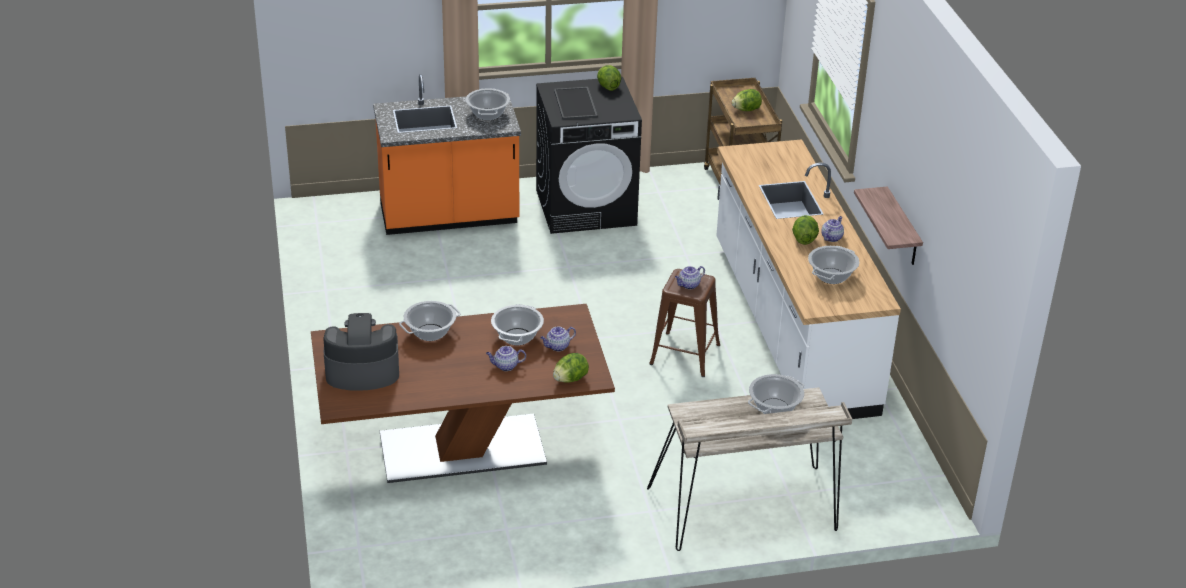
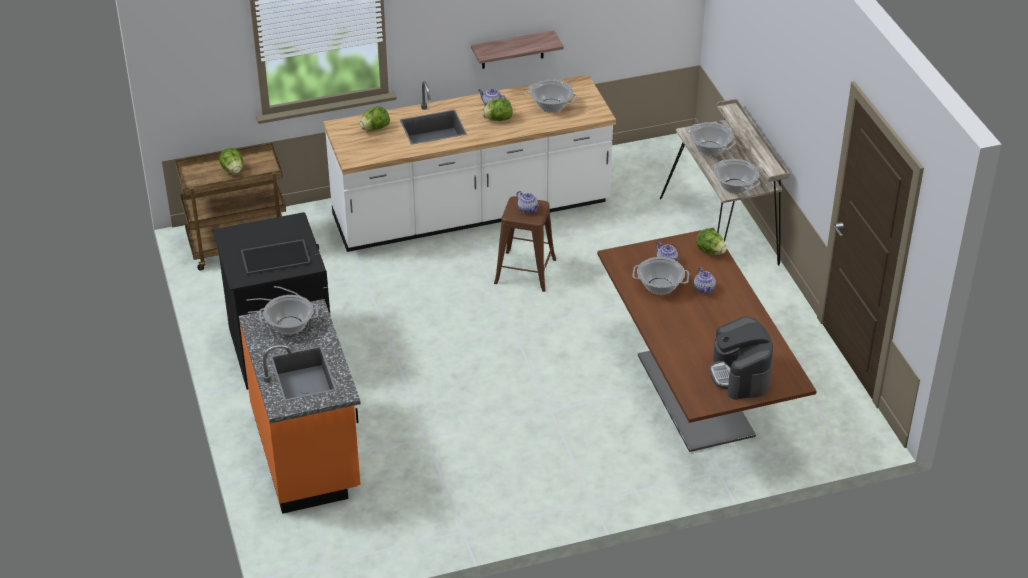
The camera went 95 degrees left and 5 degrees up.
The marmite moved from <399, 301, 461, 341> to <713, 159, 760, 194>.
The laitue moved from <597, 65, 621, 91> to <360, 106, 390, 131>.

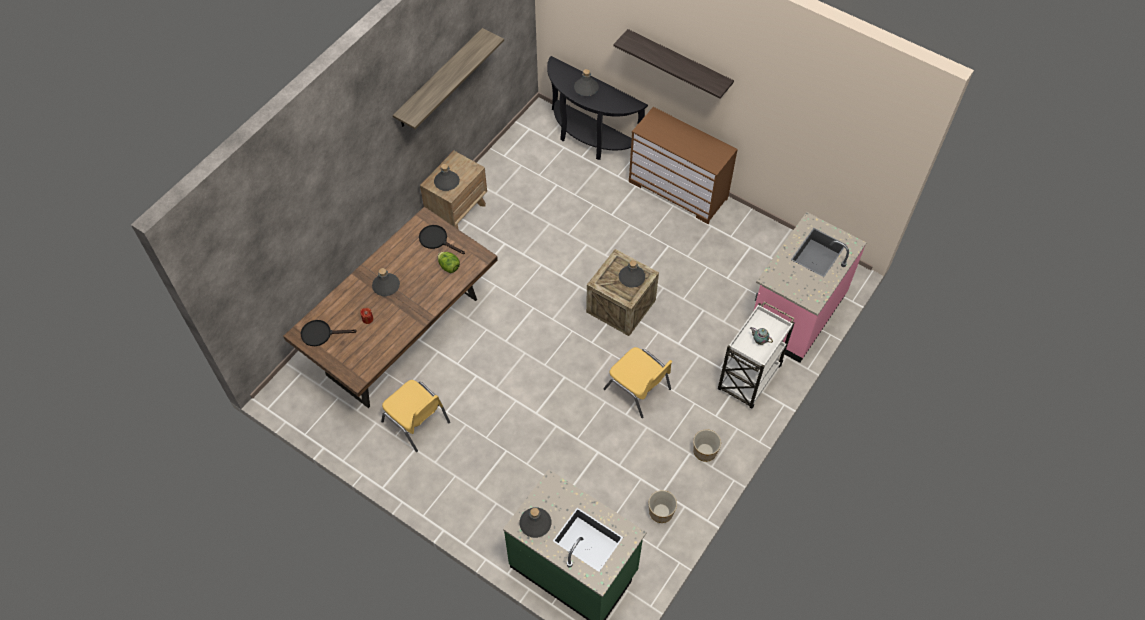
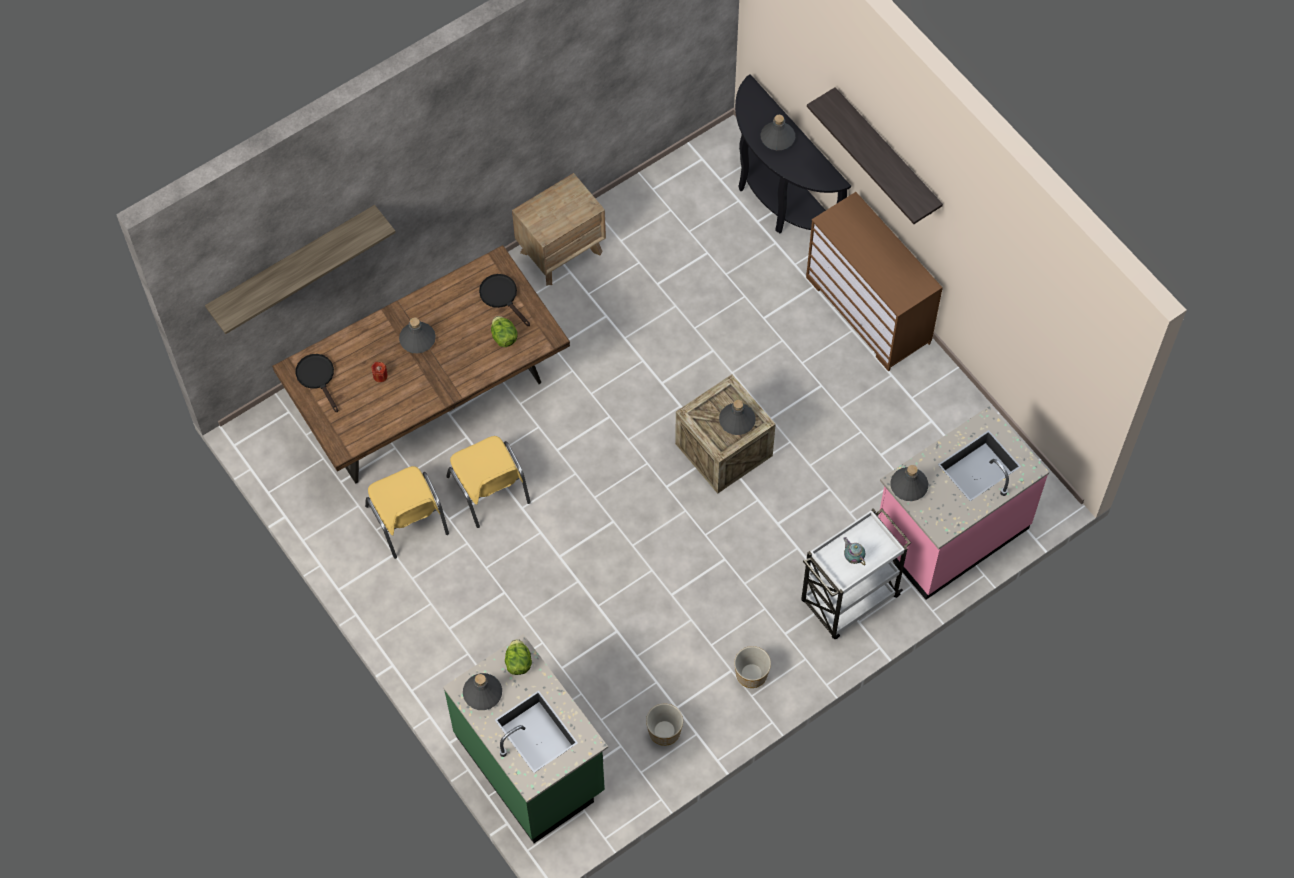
The camera went 20 degrees right and 5 degrees up.
The laitue at <505, 639, 532, 675> appeared.
The étagère moved from <393, 28, 504, 129> to <205, 205, 396, 334>.
The bouteille [gris] moved from <434, 164, 460, 191> to <890, 465, 928, 501>.
The chaise [jaune] moved from <603, 347, 672, 418> to <446, 436, 531, 528>.
The poêle [noir] at <301, 320, 357, 346> turned 45 degrees clockwise.

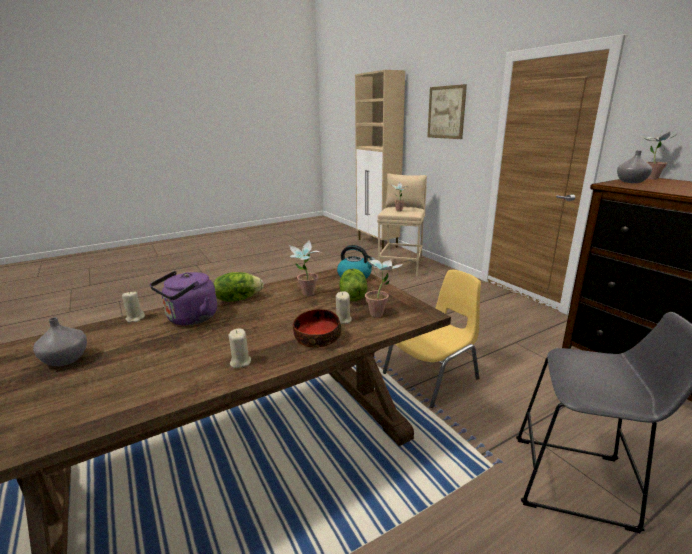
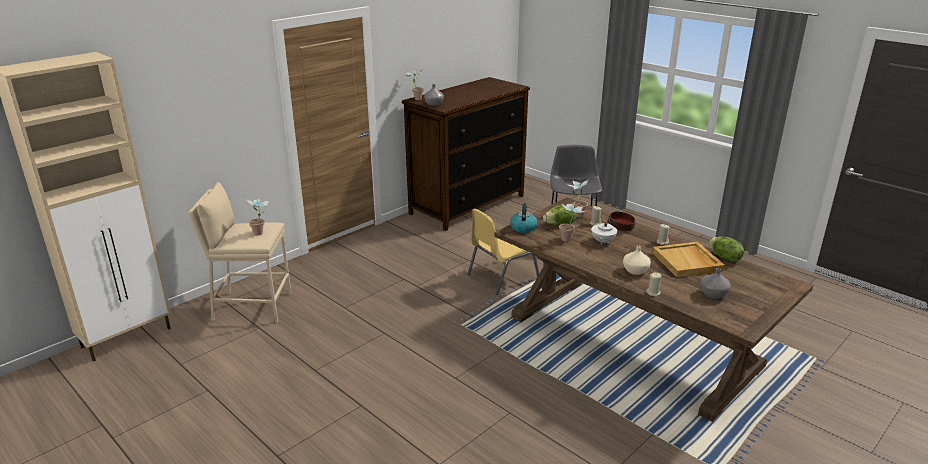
The camera went 105 degrees left and 5 degrees up.
The tableau at <427, 84, 467, 139> disappeared.
The théière [blanc] at <591, 216, 617, 244> appeared.
The plateau [beige] at <652, 242, 725, 277> appeared.
The laitue moved from <214, 272, 264, 302> to <709, 237, 744, 262>.
The bouilloire [violet] at <150, 271, 217, 325> was replaced by the vase [beige] at <623, 246, 651, 275>.
The chaise [jaune] at <383, 270, 481, 408> turned 75 degrees counterclockwise.

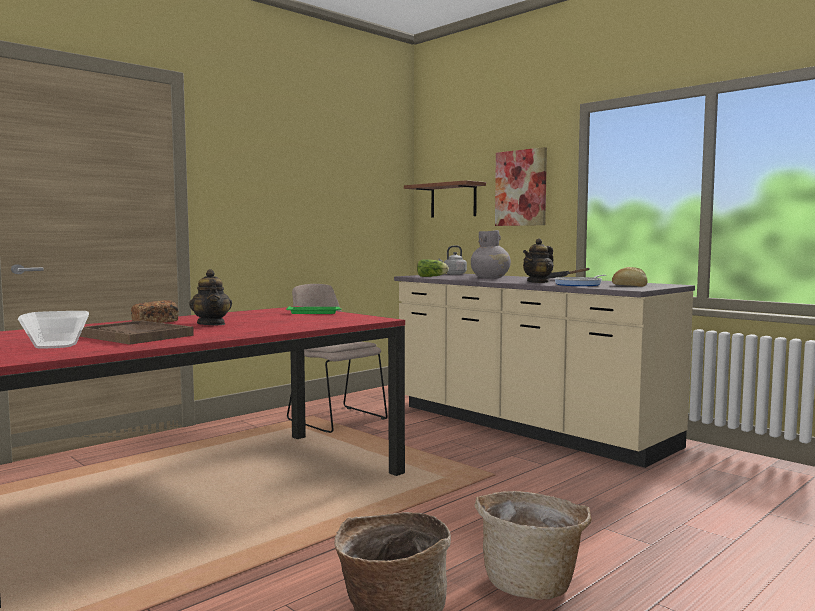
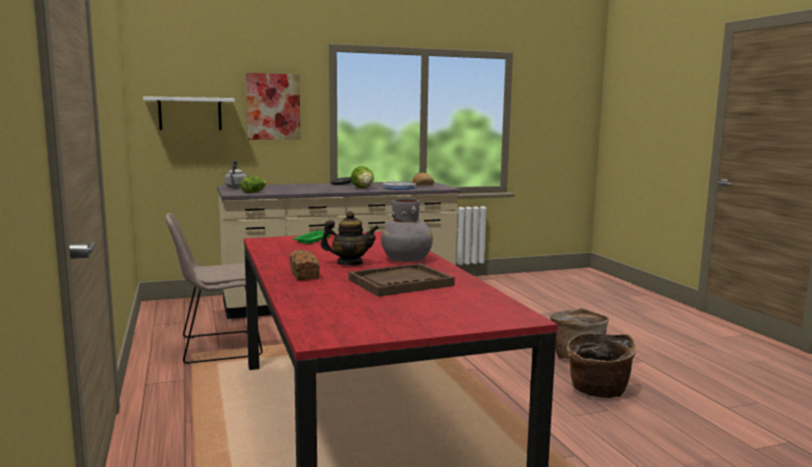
The camera went 65 degrees left and 5 degrees up.
The bol at <18, 311, 89, 348> disappeared.
The vase [gris] moved from <471, 230, 511, 279> to <381, 198, 433, 262>.
The théière at <523, 239, 554, 283> was replaced by the laitue at <351, 166, 374, 188>.
The étagère [marron] at <404, 180, 486, 217> became the étagère [blanc] at <143, 96, 235, 130>.

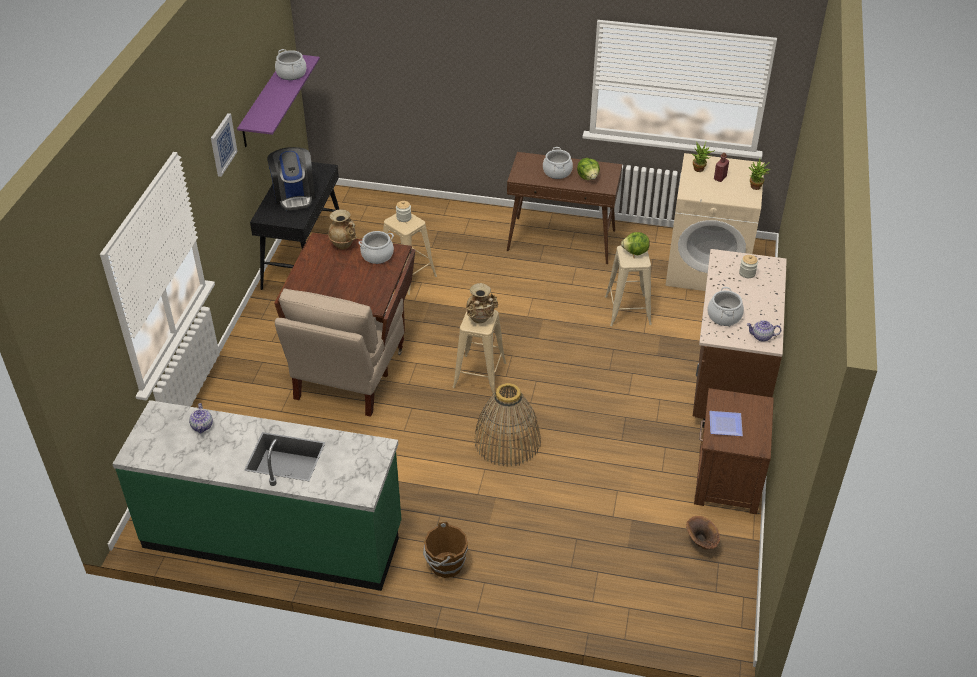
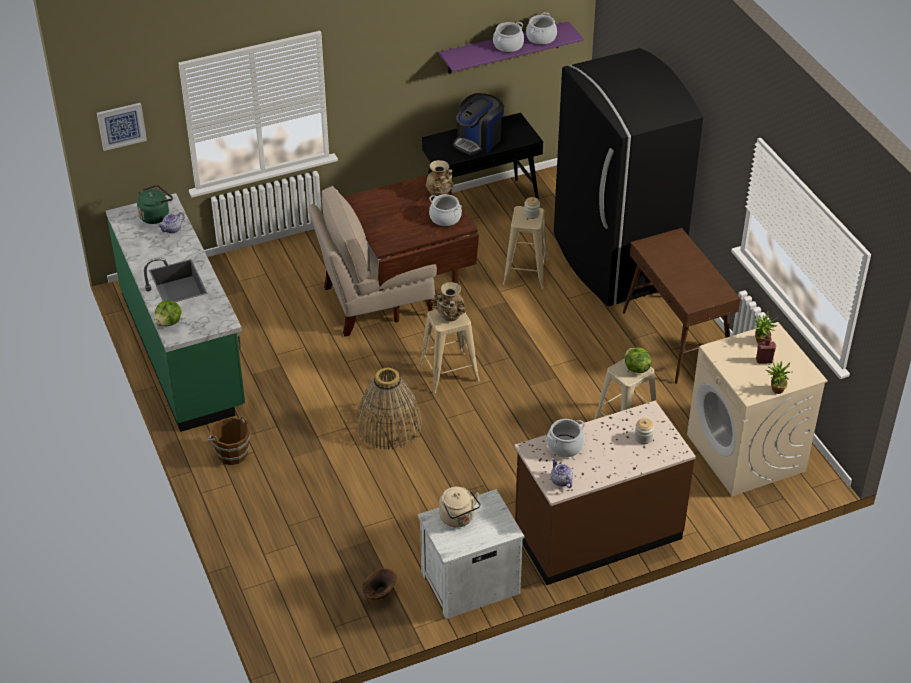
The camera went 55 degrees right and 0 degrees up.
The bouilloire [vert] at <137, 185, 173, 224> appeared.
The réfrigérateur [noir] at <554, 48, 703, 306> appeared.
The tableau moved from <211, 113, 238, 177> to <97, 103, 147, 151>.
The marmite moved from <543, 147, 573, 179> to <493, 22, 524, 52>.
The laitue moved from <577, 158, 600, 180> to <154, 300, 182, 326>.
The assiette at <709, 411, 743, 436> was replaced by the bouilloire [beige] at <439, 487, 480, 527>.
The table de chevet [marron] at <694, 388, 774, 514> became the table de chevet [blanc] at <418, 489, 525, 619>.

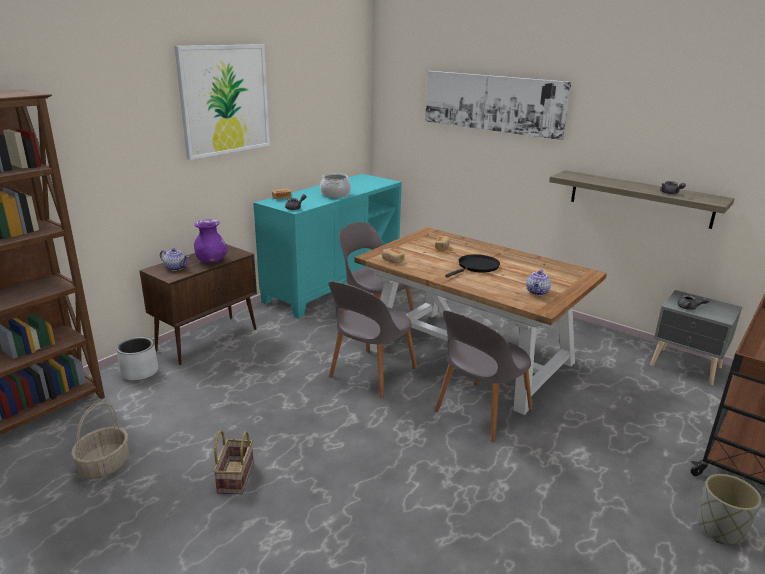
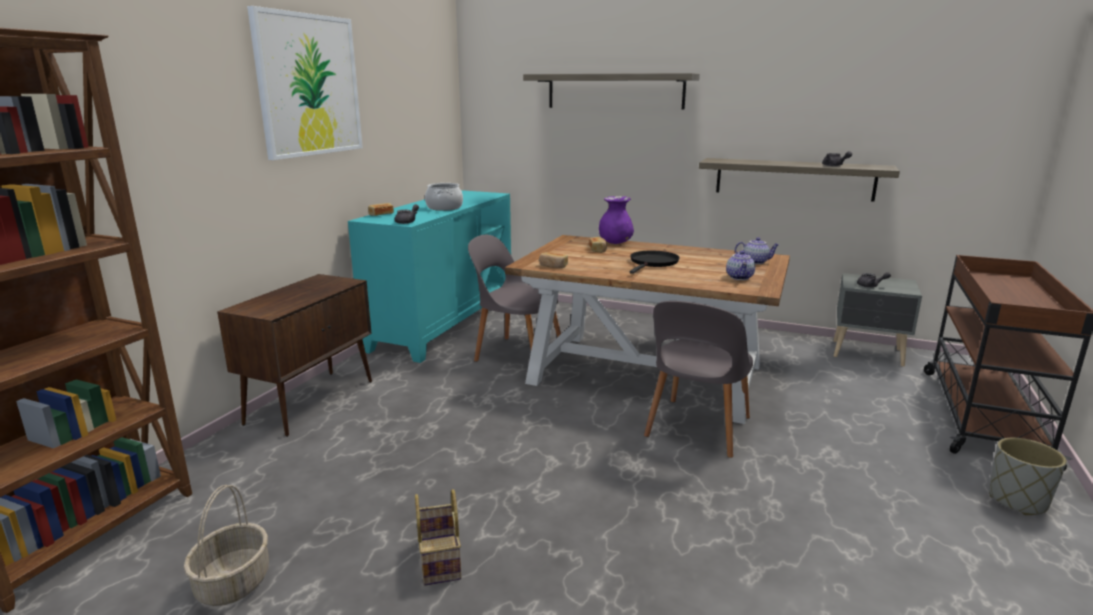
The camera went 15 degrees left and 5 degrees down.
The cache-pot [gris] at <116, 337, 158, 381> disappeared.
The chaise [gris] at <328, 281, 417, 398> disappeared.
The théière moved from <160, 248, 189, 271> to <735, 237, 779, 264>.
The vase [violet] moved from <194, 219, 228, 263> to <599, 196, 634, 244>.
The tableau at <425, 71, 571, 140> was replaced by the étagère at <523, 73, 700, 110>.

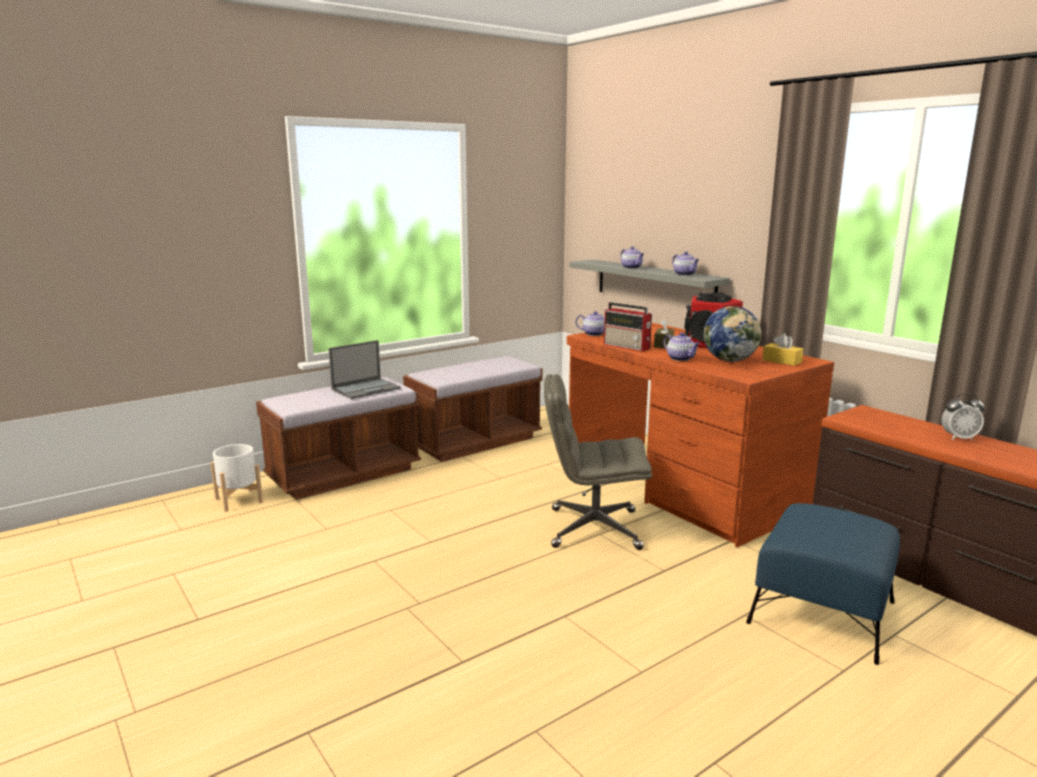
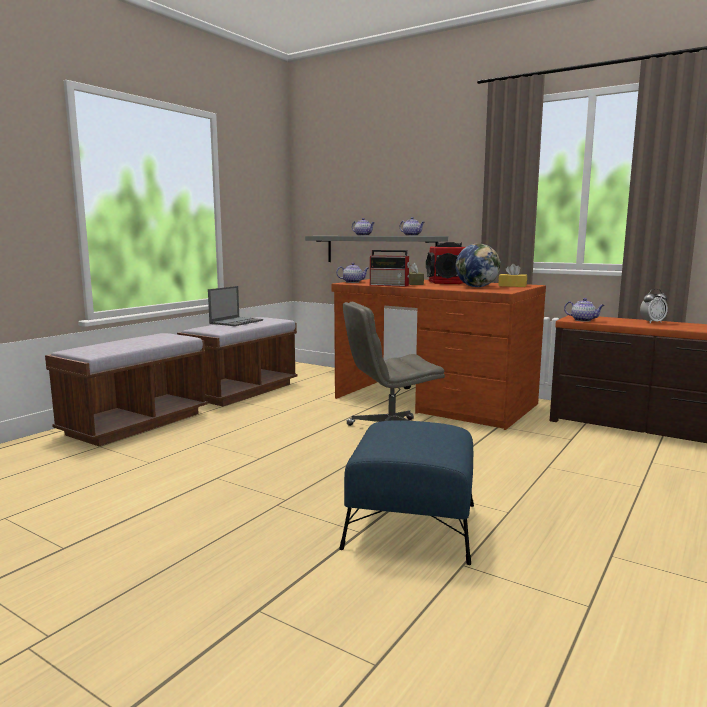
The camera went 20 degrees left and 5 degrees down.
The cache-pot [blanc] at <210, 444, 263, 512> disappeared.
The ordinateur portable moved from <329, 340, 401, 399> to <208, 286, 263, 326>.
The théière moved from <663, 332, 700, 361> to <564, 298, 605, 322>.
The pouf [bleu] moved from <746, 503, 900, 665> to <339, 420, 474, 565>.

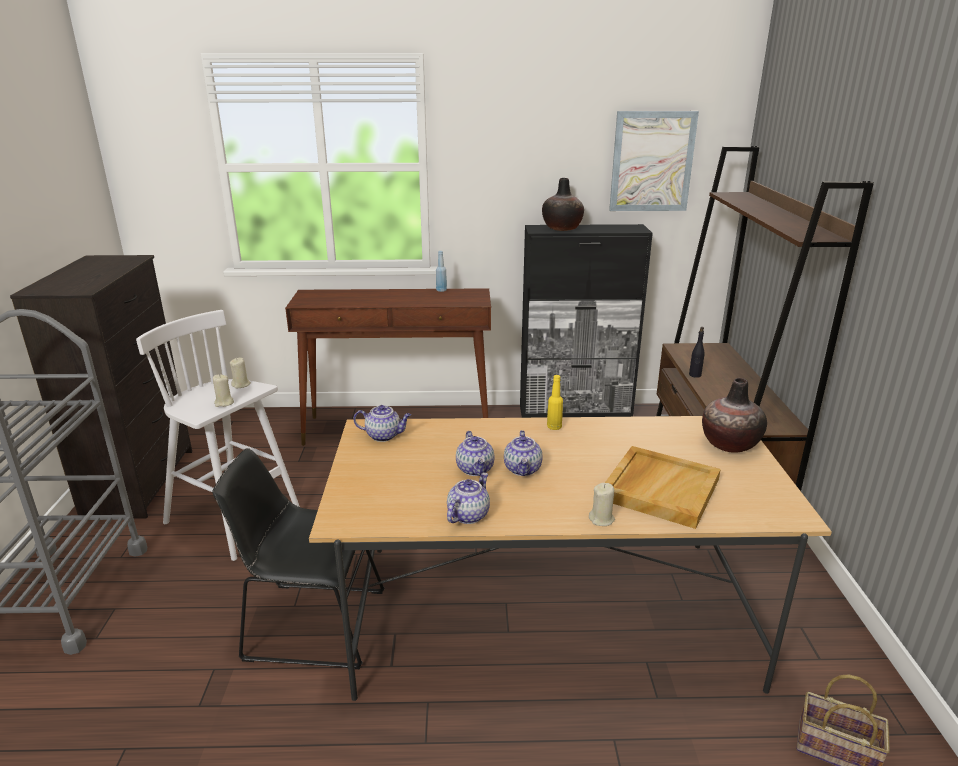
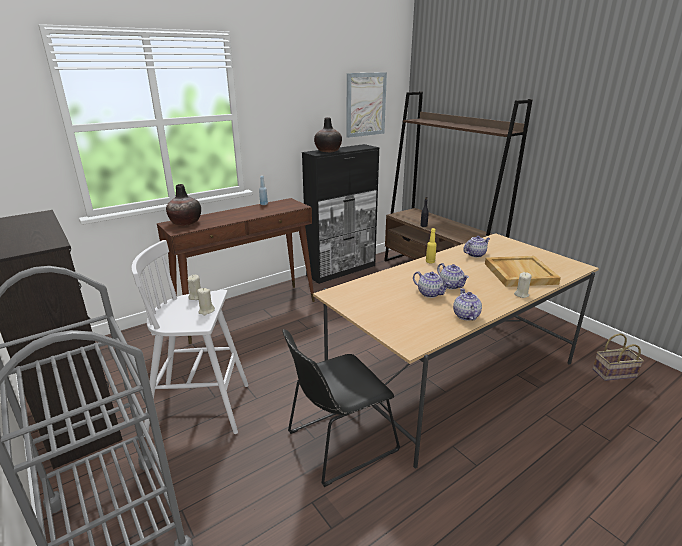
The camera went 35 degrees left and 0 degrees up.
The théière moved from <353, 405, 411, 442> to <463, 236, 490, 258>.
The vase moved from <702, 378, 767, 453> to <166, 184, 201, 226>.

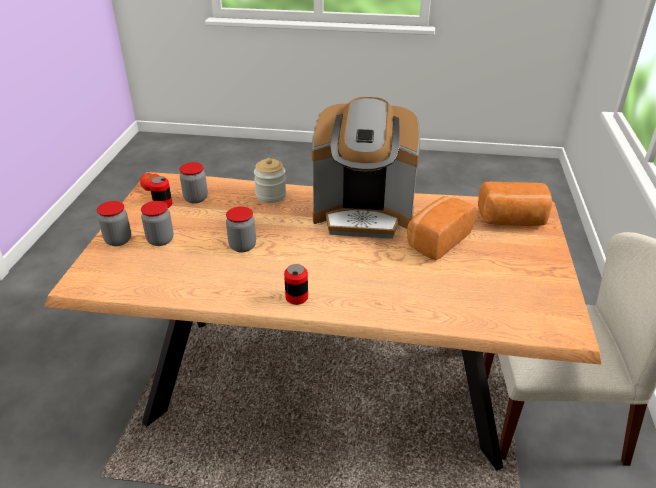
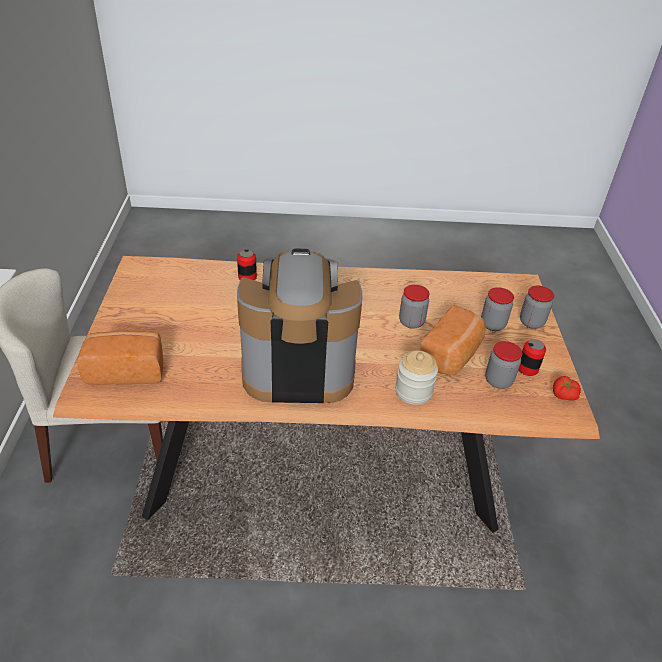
The camera went 170 degrees right and 5 degrees up.
The boîte métallique moved from <284, 264, 308, 305> to <237, 249, 257, 280>.
The pain moved from <407, 196, 476, 260> to <420, 305, 486, 376>.

